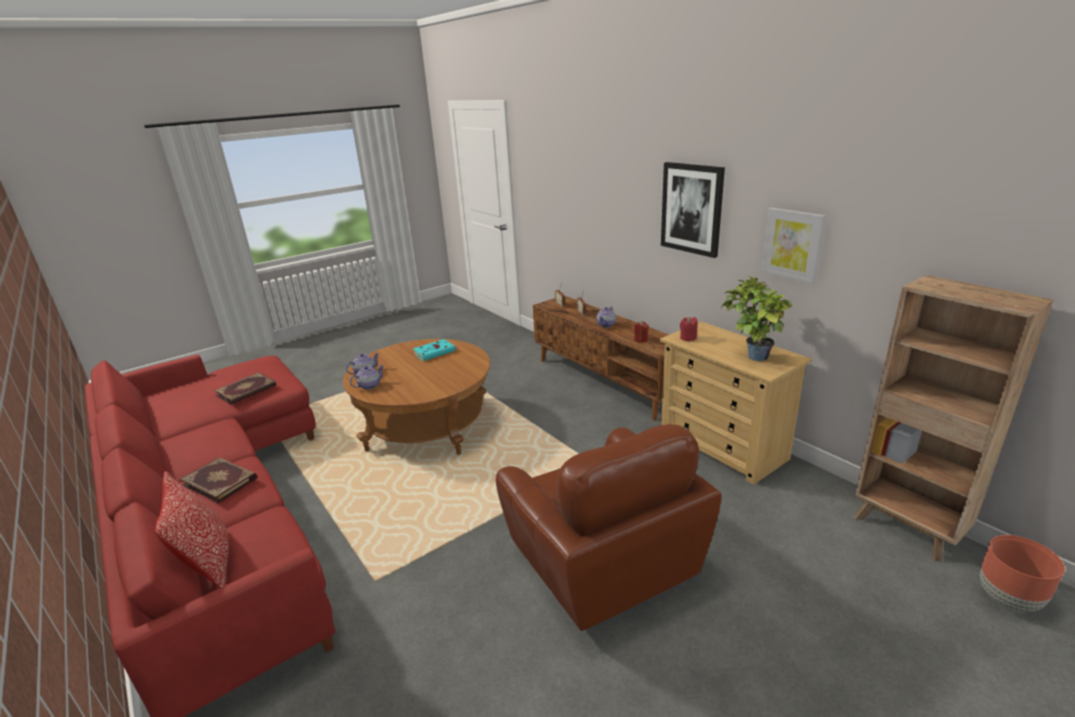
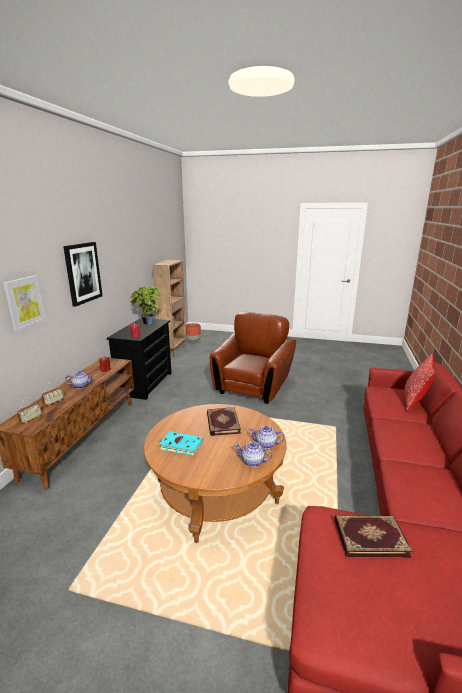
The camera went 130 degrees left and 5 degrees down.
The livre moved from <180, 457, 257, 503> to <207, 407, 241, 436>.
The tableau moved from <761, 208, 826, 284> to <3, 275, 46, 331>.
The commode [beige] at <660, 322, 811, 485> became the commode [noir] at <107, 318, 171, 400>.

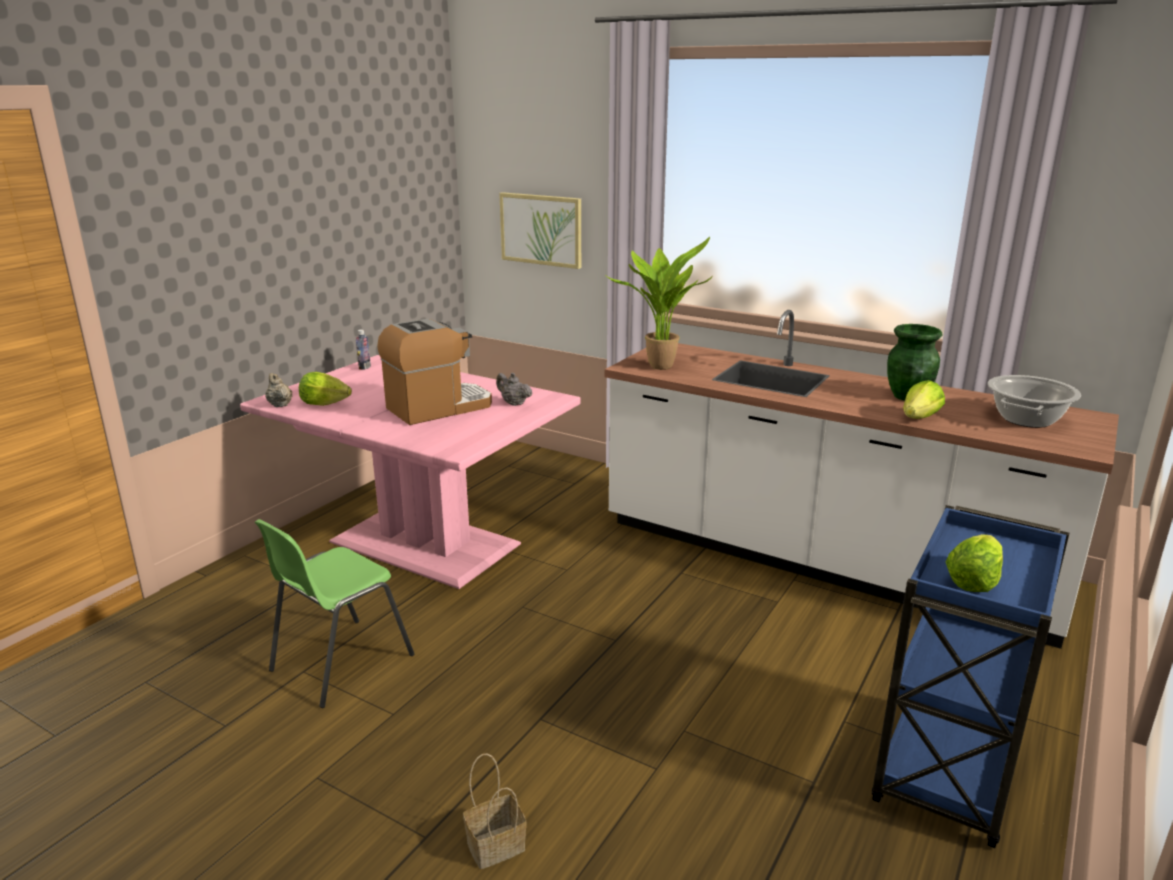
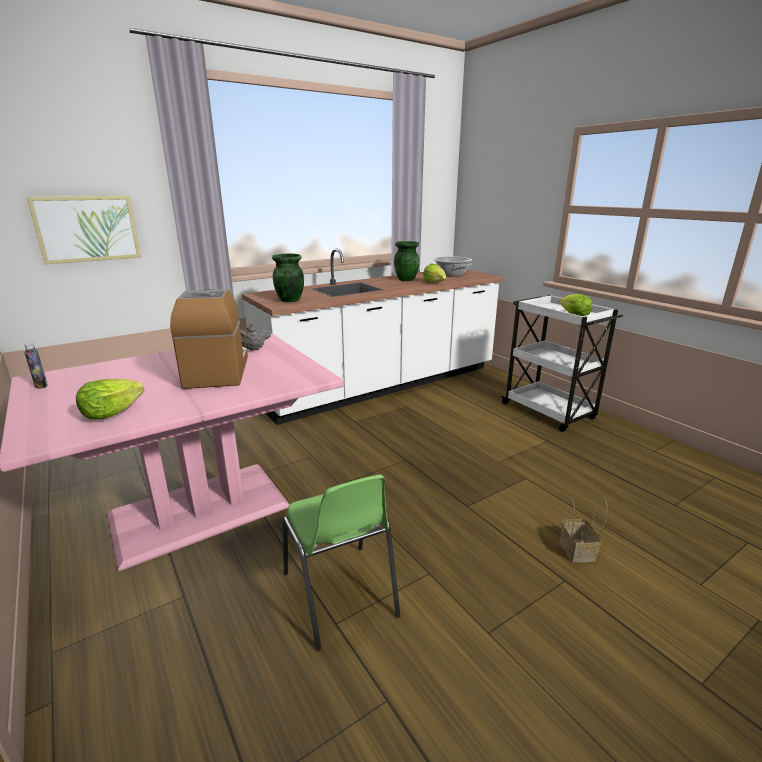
The camera went 65 degrees left and 0 degrees up.
The théière [beige] at <265, 373, 292, 407> disappeared.
The plante en pot at <608, 237, 713, 370> was replaced by the vase [vert] at <272, 254, 304, 302>.
The chariot [bleu] at <872, 505, 1069, 848> became the chariot [blanc] at <501, 295, 623, 432>.

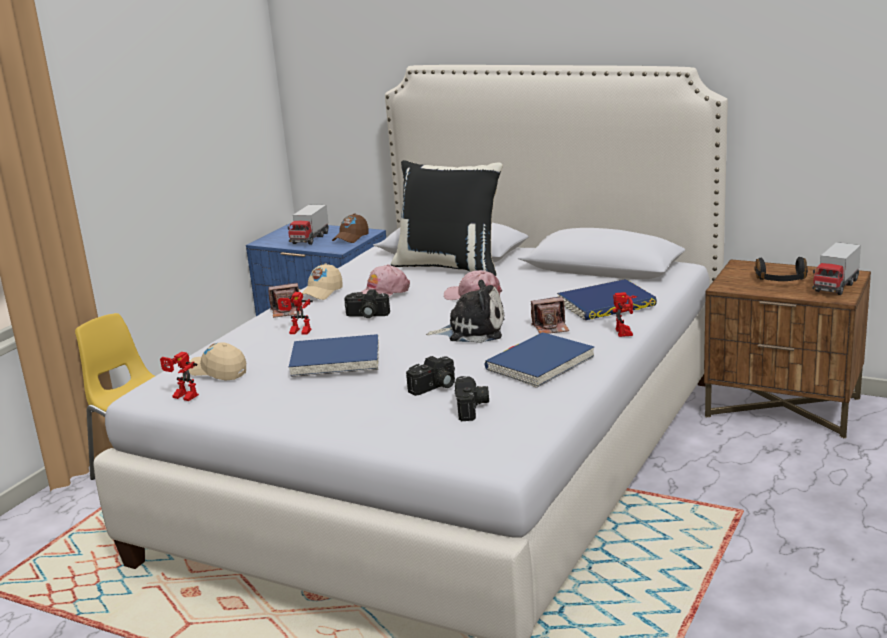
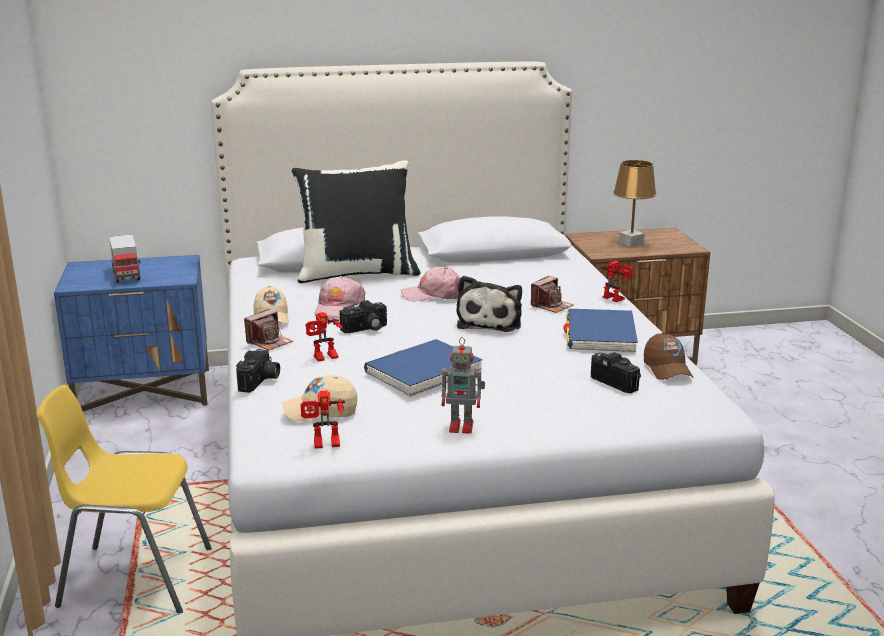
The camera went 40 degrees left and 0 degrees up.
The livre [bleu] at <557, 279, 657, 320> disappeared.
The camion jouet at <812, 242, 861, 295> disappeared.
The robot jouet at <442, 337, 485, 434> appeared.
The casquette [marron] moved from <332, 214, 368, 243> to <644, 332, 693, 380>.
The appareil photo moved from <406, 356, 455, 396> to <236, 349, 280, 393>.
The casque audio [noir] at <754, 257, 808, 281> was replaced by the lampe de table [marron] at <613, 160, 656, 247>.
The peluche at <426, 280, 504, 343> turned 135 degrees clockwise.

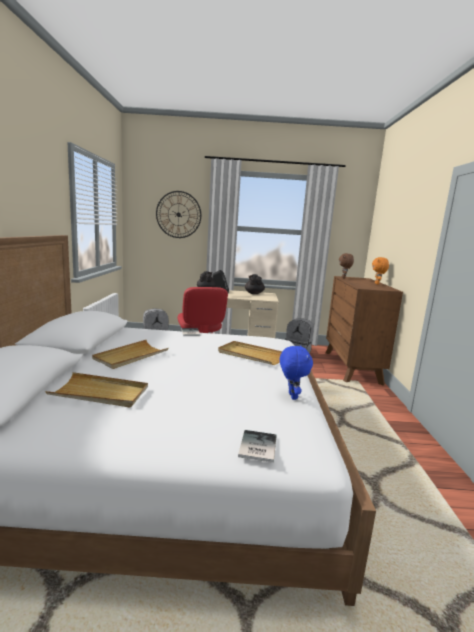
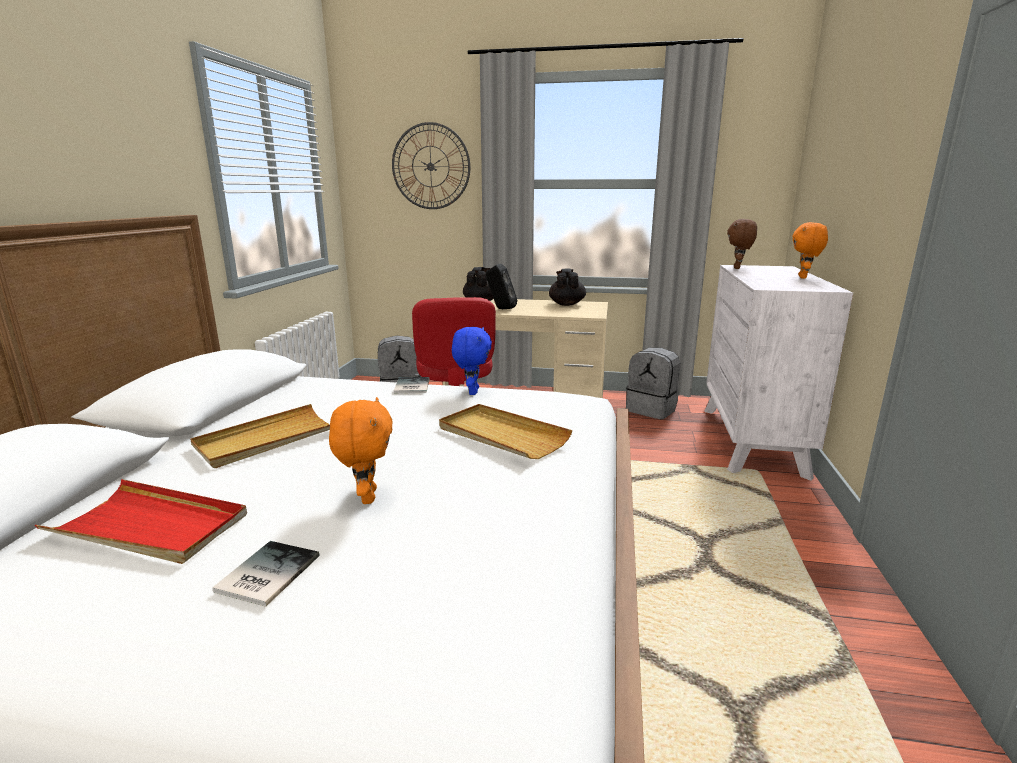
The camera went 10 degrees right and 5 degrees up.
The peluche [orange] at <329, 397, 393, 504> appeared.
The livre moved from <238, 430, 277, 463> to <212, 541, 319, 607>.
The peluche [bleu] moved from <280, 345, 313, 400> to <452, 327, 492, 395>.
The plateau [beige] at <45, 372, 148, 408> became the plateau [rouge] at <34, 479, 247, 564>.
The commode [marron] at <325, 276, 403, 386> became the commode [blanc] at <704, 265, 853, 481>.

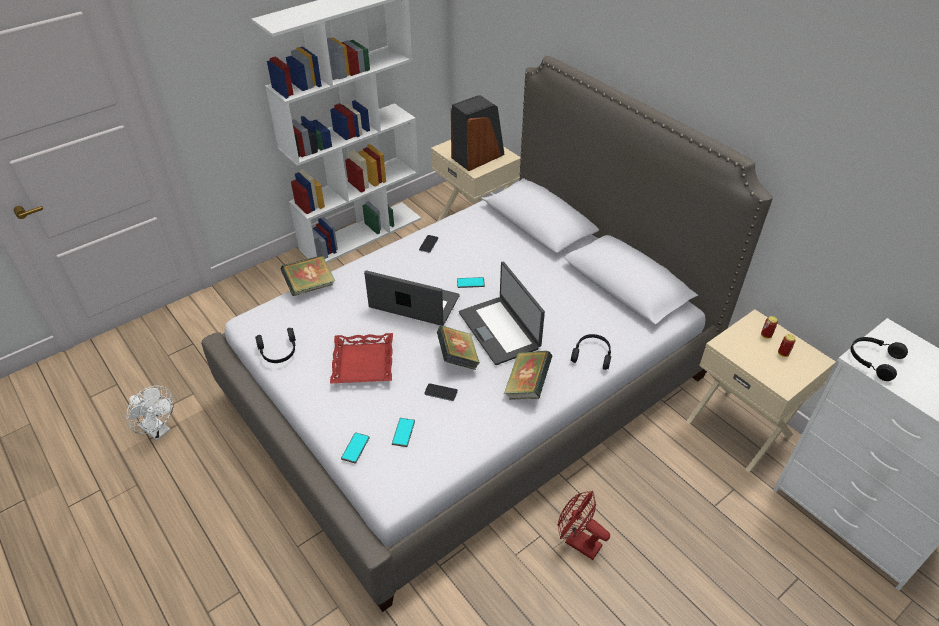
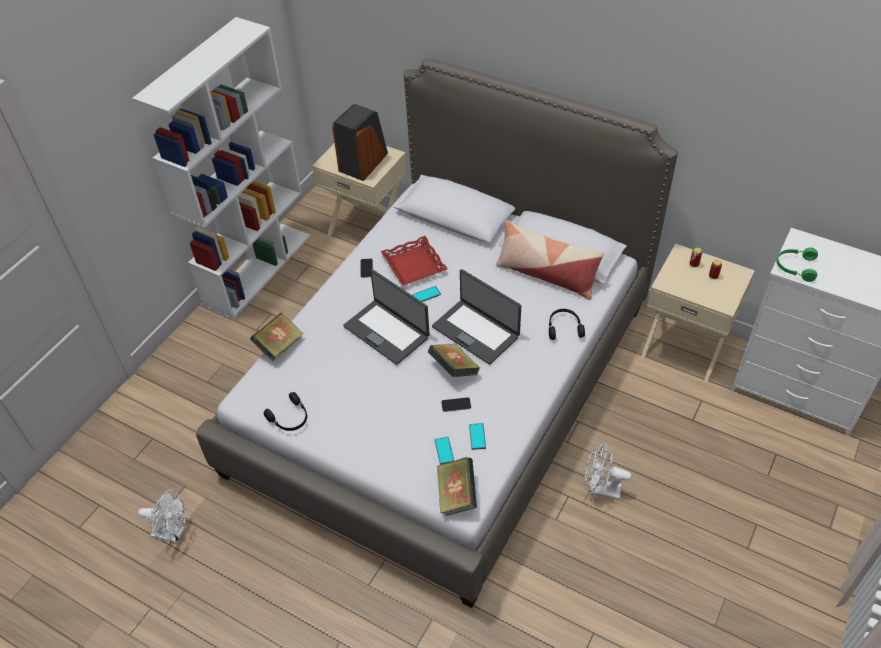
The camera went 20 degrees left and 5 degrees up.
The coussin at <496, 220, 604, 300> appeared.
The plateau [rouge] moved from <330, 333, 393, 384> to <381, 236, 448, 286>.
The téléphone moved from <341, 432, 370, 464> to <469, 423, 486, 450>.
The livre moved from <504, 350, 552, 400> to <437, 457, 477, 516>.
The ventilateur [rouge] at <558, 491, 610, 560> became the ventilateur [blanc] at <585, 443, 632, 500>.
The casque audio [noir] at <851, 337, 908, 381> became the casque audio [vert] at <776, 248, 818, 282>.
The ordinateur portable at <364, 270, 460, 326> turned 135 degrees counterclockwise.

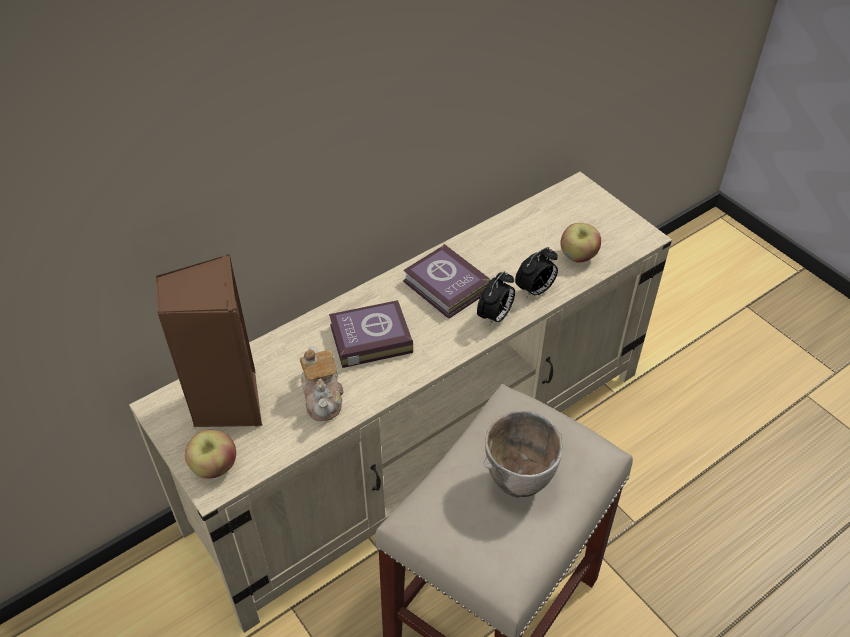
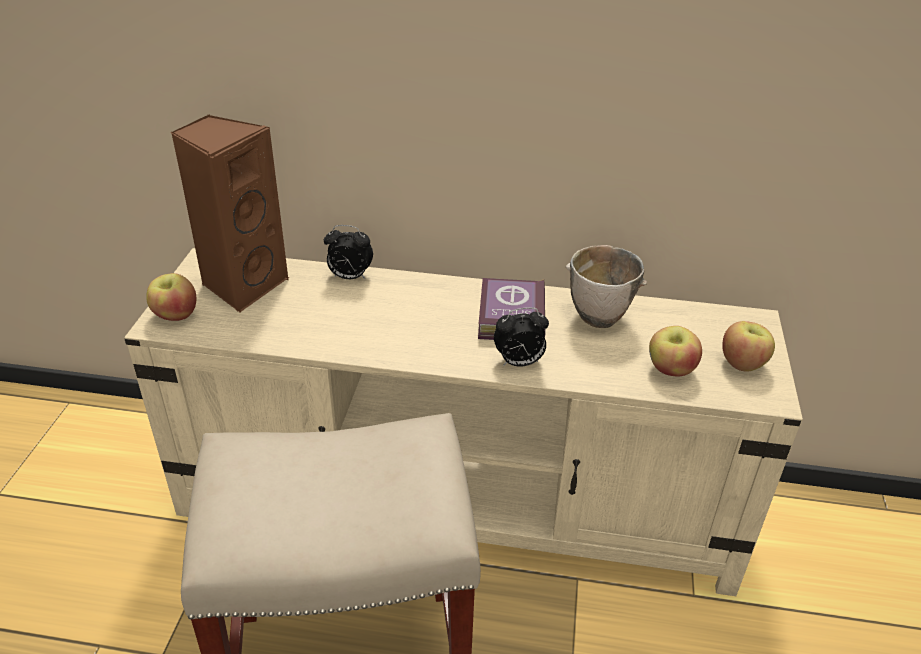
The camera went 45 degrees right and 10 degrees down.
The théière at <300, 346, 343, 421> disappeared.
The livre at <329, 300, 413, 368> disappeared.
The pomme at <722, 321, 775, 372> appeared.
The bol moved from <483, 411, 563, 497> to <566, 245, 647, 328>.
The réveil moved from <515, 247, 558, 298> to <324, 225, 373, 280>.

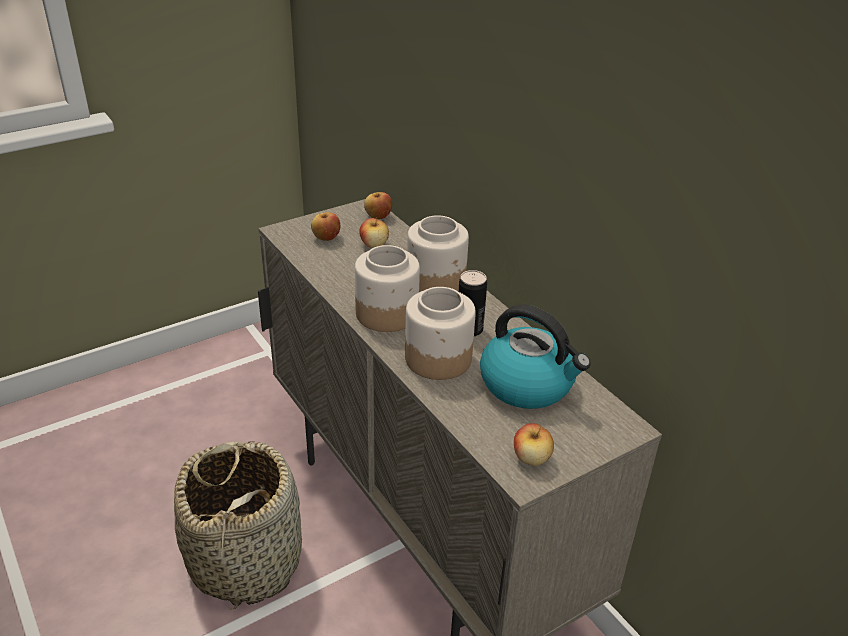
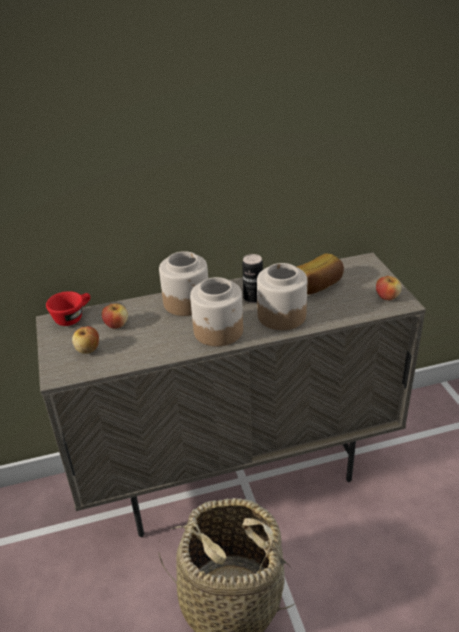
The camera went 70 degrees left and 0 degrees up.
The pomme at <364, 192, 392, 219> was replaced by the tasse [rouge] at <46, 291, 90, 326>.
The bouilloire at <480, 305, 591, 409> was replaced by the pain at <297, 253, 344, 294>.

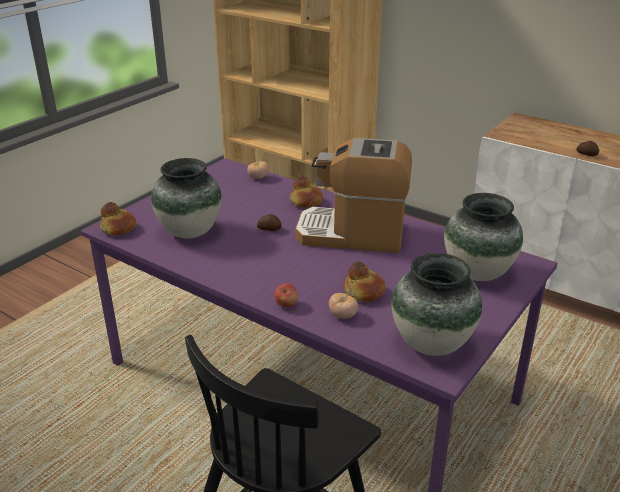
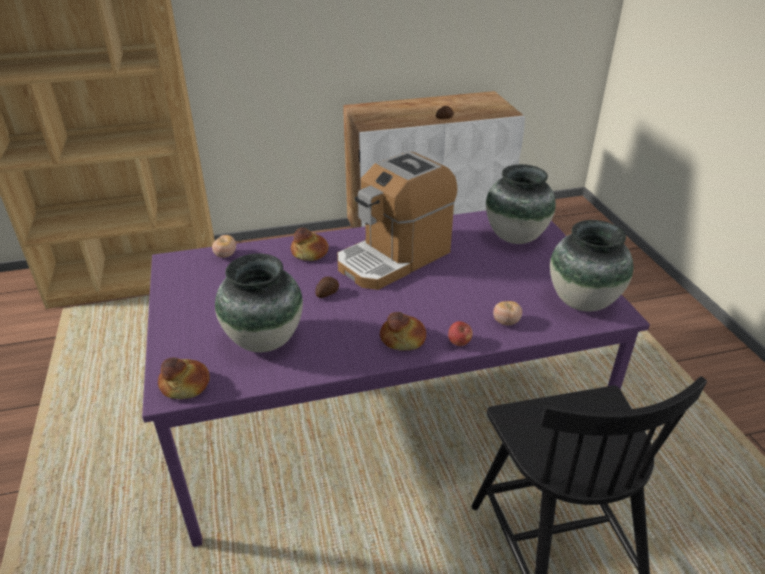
The camera went 50 degrees left and 5 degrees up.
The pain moved from <344, 262, 386, 302> to <380, 312, 426, 351>.

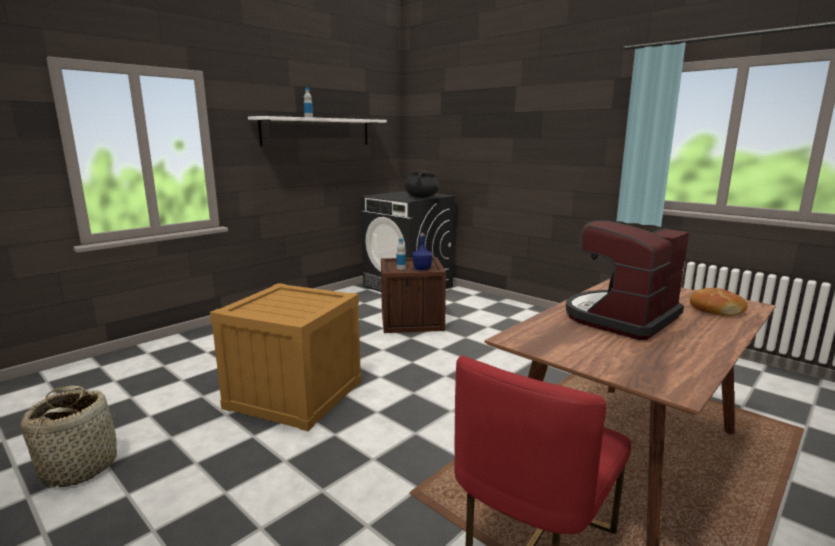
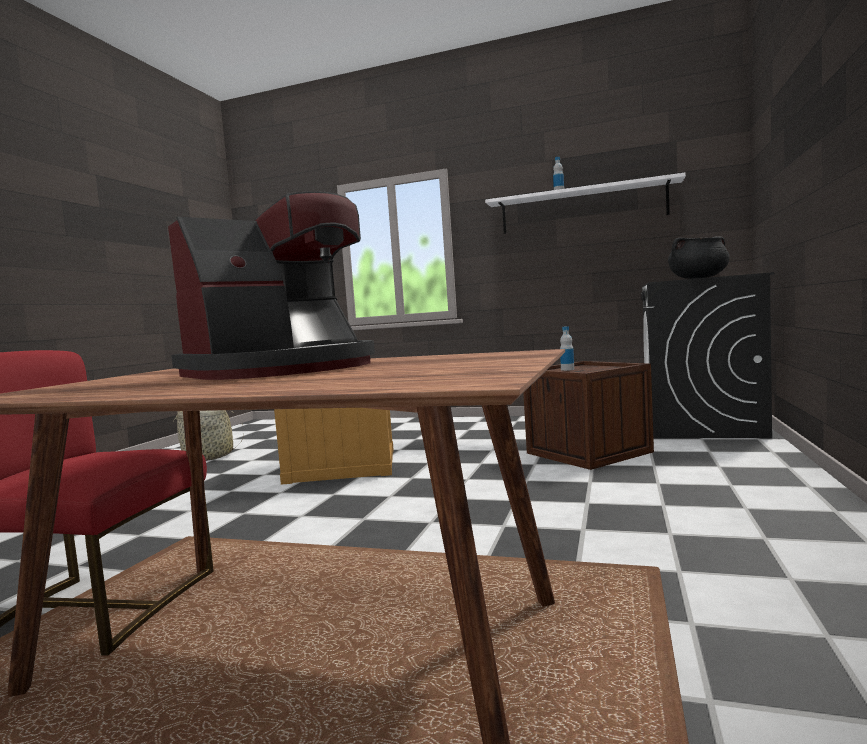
The camera went 65 degrees right and 10 degrees down.
The bouteille [bleu] at <412, 233, 432, 270> disappeared.
The pain at <690, 288, 748, 316> disappeared.
The machine à café at <566, 220, 689, 340> turned 120 degrees clockwise.

